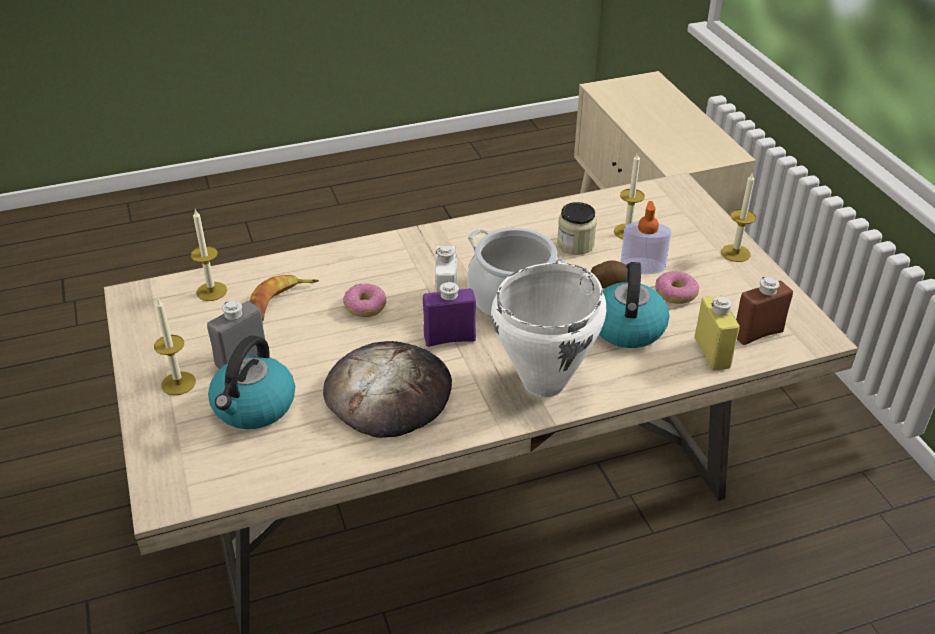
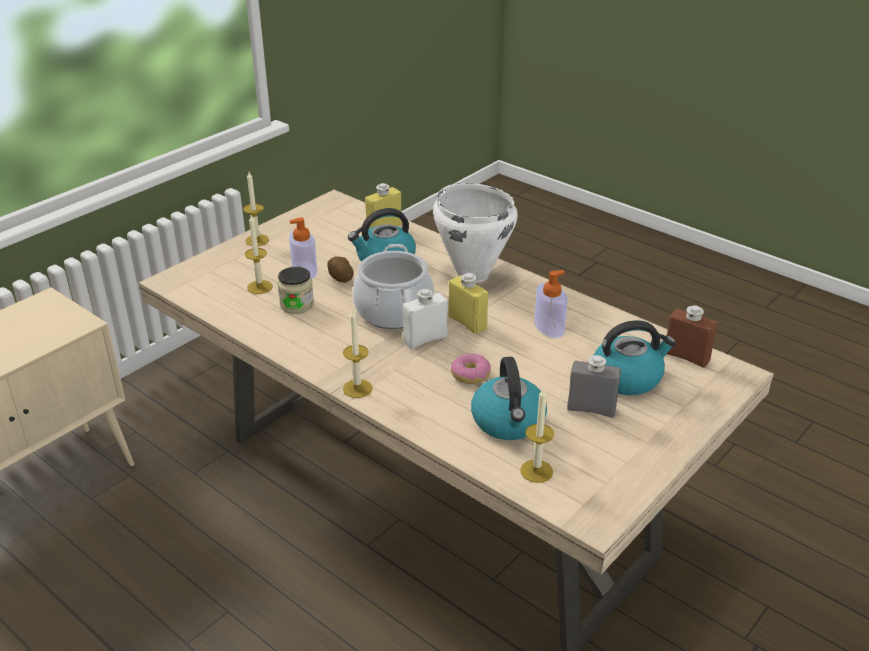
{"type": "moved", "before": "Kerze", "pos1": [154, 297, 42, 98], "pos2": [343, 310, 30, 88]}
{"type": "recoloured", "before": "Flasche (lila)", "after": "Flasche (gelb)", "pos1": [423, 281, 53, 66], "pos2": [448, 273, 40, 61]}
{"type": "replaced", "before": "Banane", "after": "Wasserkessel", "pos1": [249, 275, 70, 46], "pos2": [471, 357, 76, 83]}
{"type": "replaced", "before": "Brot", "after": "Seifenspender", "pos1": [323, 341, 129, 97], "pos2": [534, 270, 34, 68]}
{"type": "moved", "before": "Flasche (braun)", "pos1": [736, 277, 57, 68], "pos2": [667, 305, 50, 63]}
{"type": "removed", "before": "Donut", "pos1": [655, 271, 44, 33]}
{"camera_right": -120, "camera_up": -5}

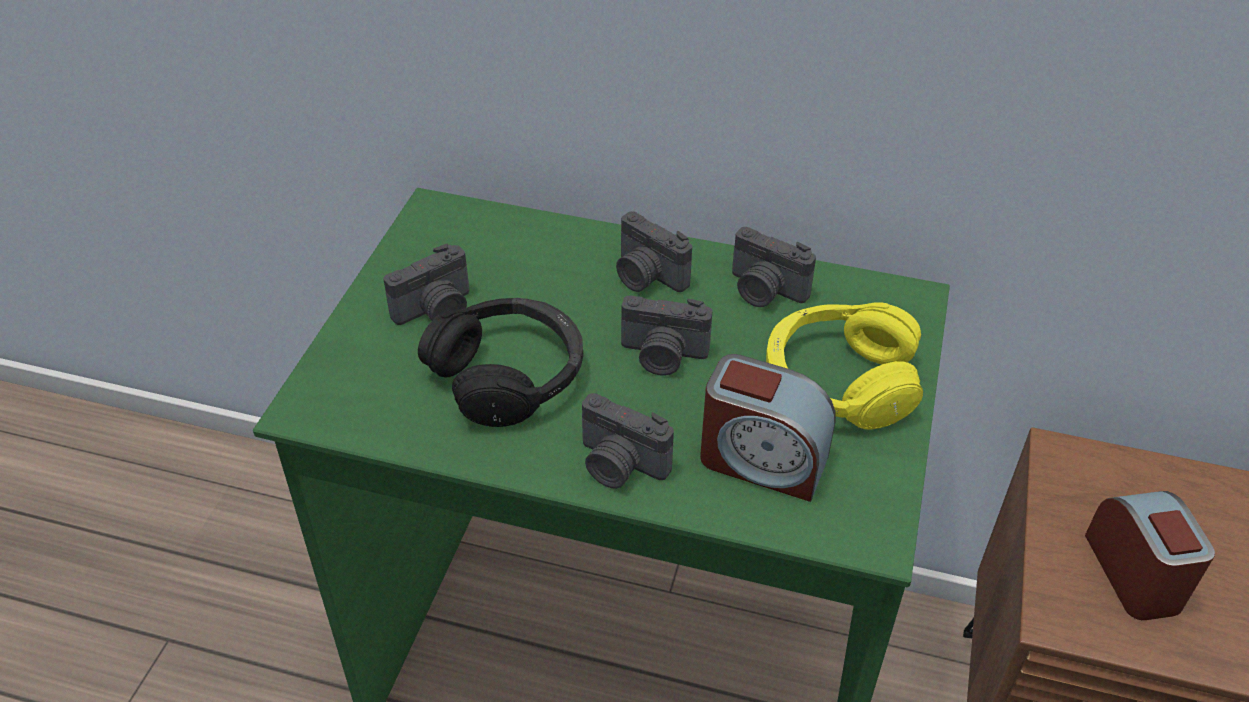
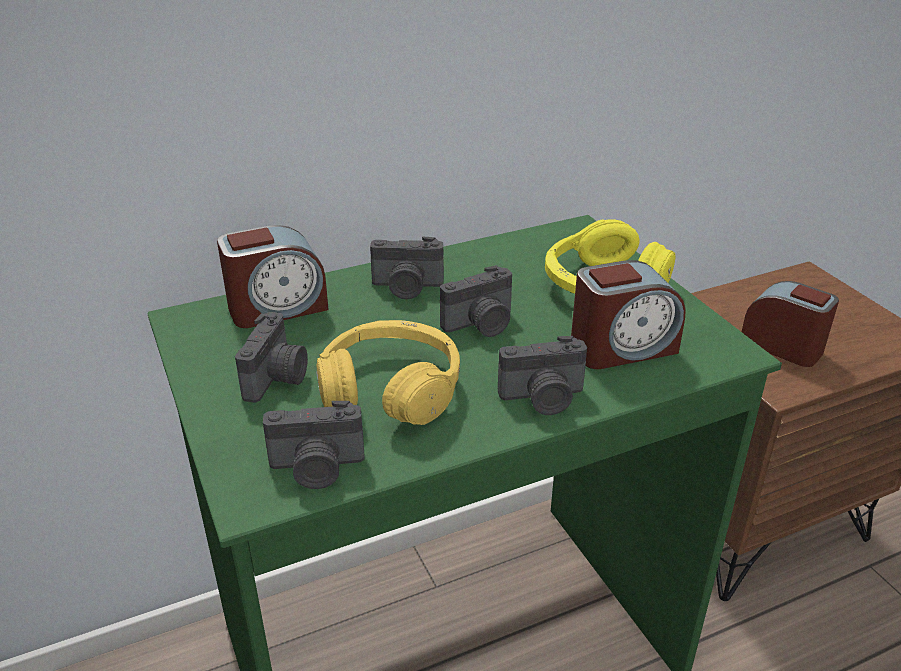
{"type": "added", "after": "Wecker", "pos2": [217, 225, 112, 103]}
{"type": "moved", "before": "Kamera", "pos1": [732, 227, 84, 80], "pos2": [263, 401, 102, 88]}
{"type": "recoloured", "before": "Kopfhörer (schwarz)", "after": "Kopfhörer (gelb)", "pos1": [418, 298, 165, 129], "pos2": [316, 320, 144, 105]}
{"camera_right": -40, "camera_up": -10}

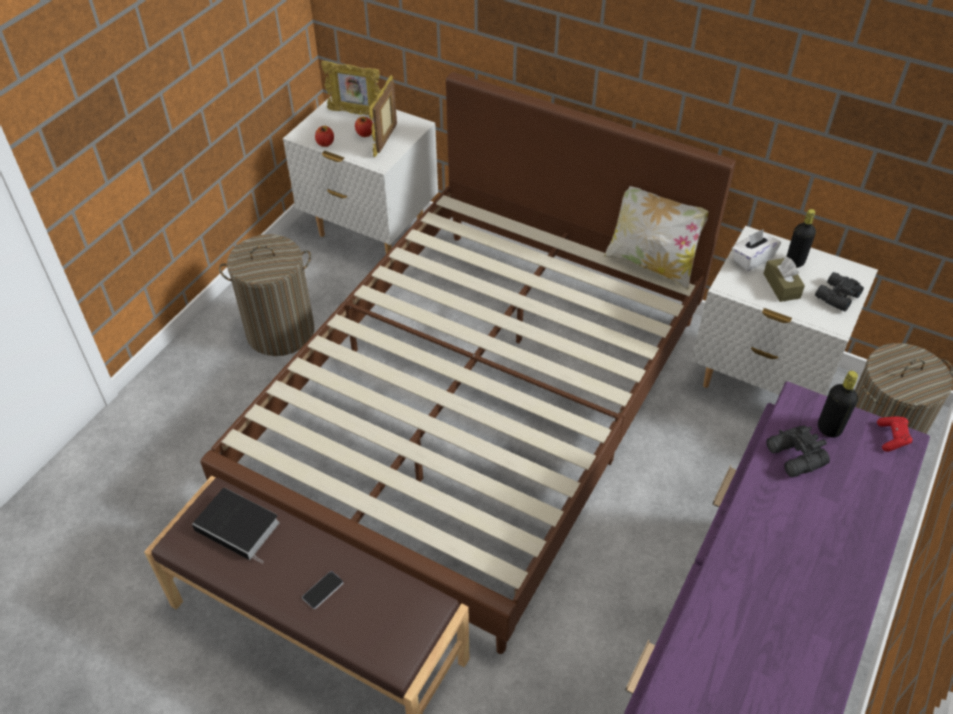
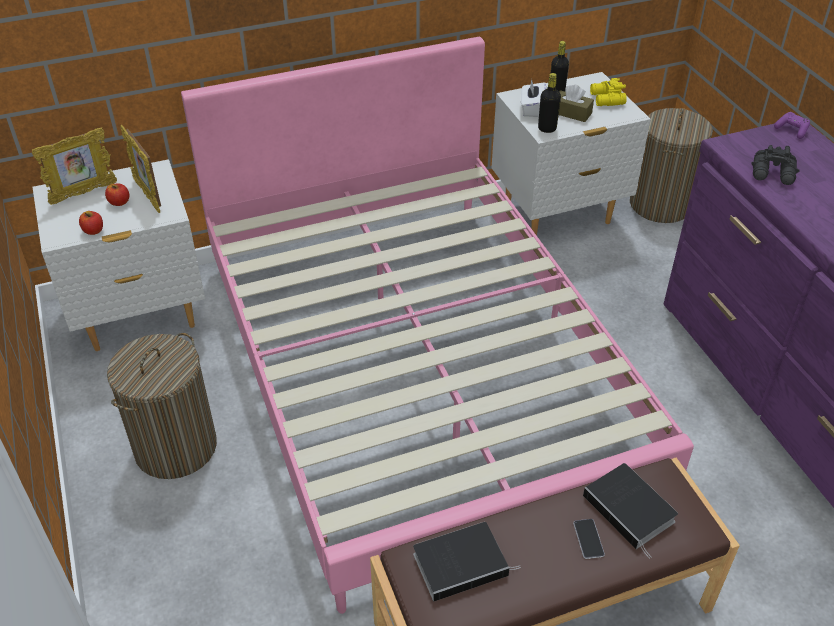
{"type": "recoloured", "before": "Bett (braun)", "after": "Bett (rosa)", "pos1": [200, 72, 536, 582], "pos2": [181, 37, 513, 577]}
{"type": "moved", "before": "Flasche (schwarz)", "pos1": [818, 371, 40, 66], "pos2": [538, 73, 23, 60]}
{"type": "added", "after": "Buch", "pos2": [583, 463, 95, 95]}
{"type": "recoloured", "before": "Fernglas (schwarz)", "after": "Fernglas (gelb)", "pos1": [815, 272, 49, 39], "pos2": [590, 78, 37, 28]}
{"type": "recoloured", "before": "Gamepad (rot)", "after": "Gamepad (lila)", "pos1": [877, 417, 36, 35], "pos2": [774, 112, 36, 27]}
{"type": "removed", "before": "Kissen", "pos1": [604, 186, 105, 104]}
{"camera_right": -50, "camera_up": -5}

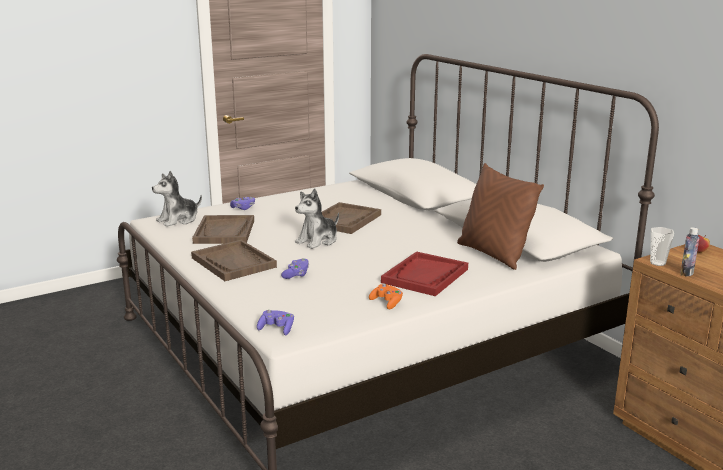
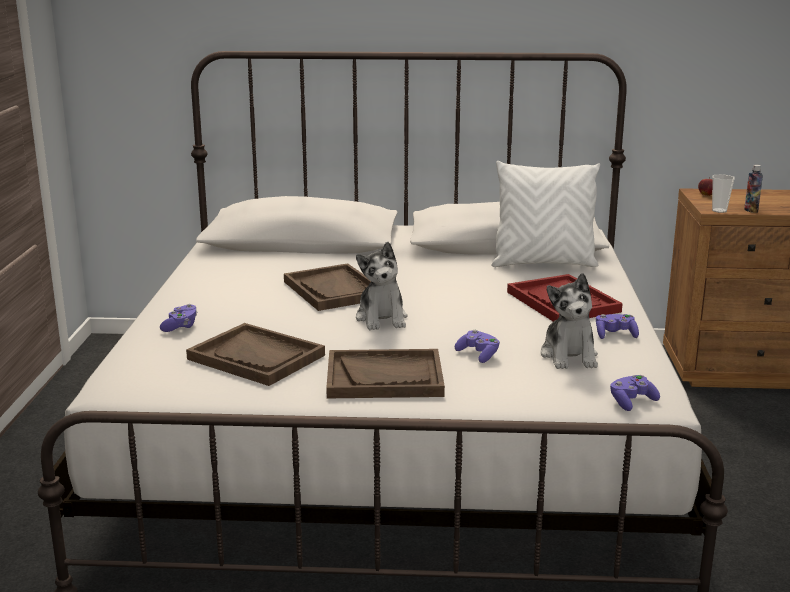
{"type": "recoloured", "before": "Kissen (braun)", "after": "Kissen (weiß)", "pos1": [457, 163, 87, 107], "pos2": [492, 161, 108, 106]}
{"type": "moved", "before": "Plüschtier", "pos1": [152, 171, 50, 56], "pos2": [541, 273, 57, 96]}
{"type": "recoloured", "before": "Gamepad (orange)", "after": "Gamepad (lila)", "pos1": [369, 284, 34, 25], "pos2": [596, 314, 43, 25]}
{"camera_right": -55, "camera_up": 0}

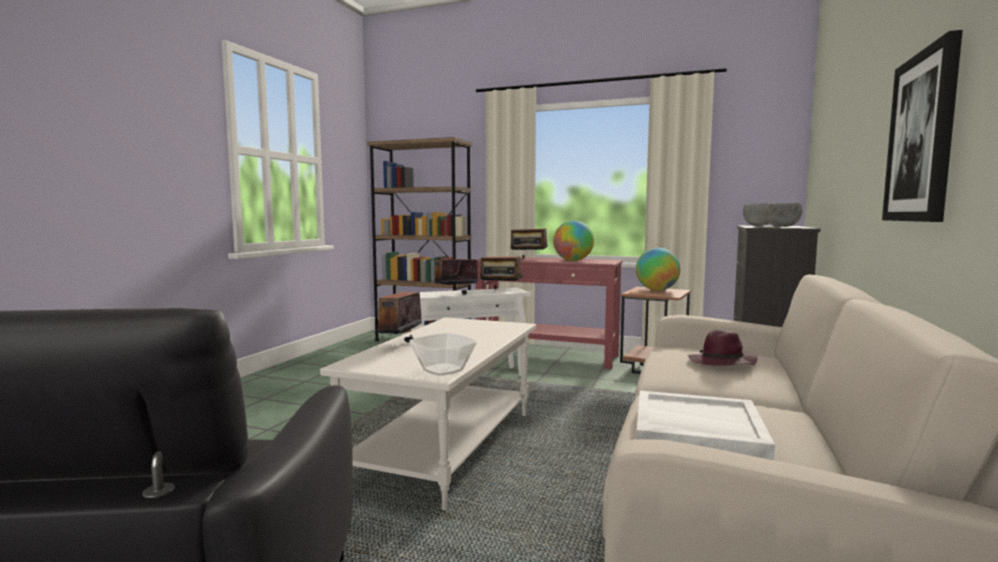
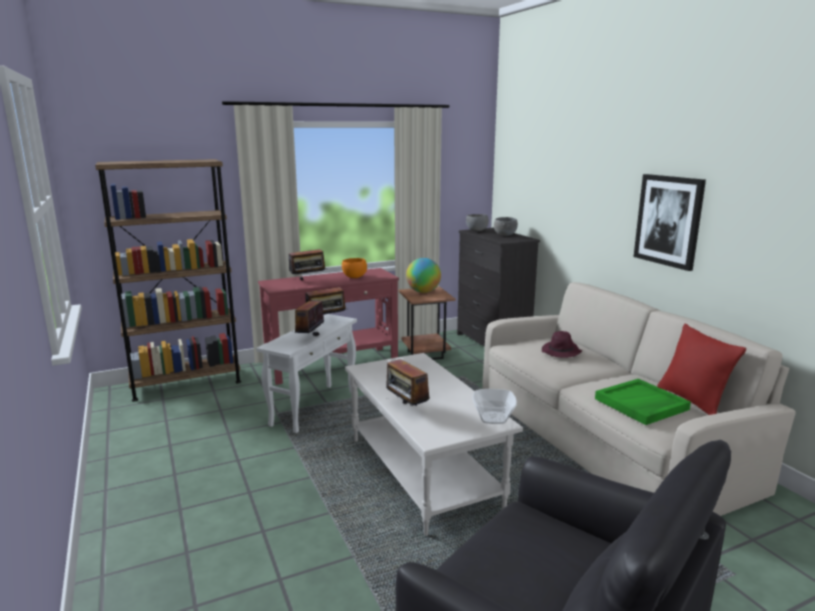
{"type": "replaced", "before": "Globus", "after": "Schüssel (orange)", "pos1": [553, 220, 41, 41], "pos2": [342, 258, 25, 20]}
{"type": "recoloured", "before": "Tablett (weiß)", "after": "Tablett (grün)", "pos1": [636, 391, 139, 69], "pos2": [595, 379, 96, 46]}
{"type": "added", "after": "Kissen (rot)", "pos2": [657, 324, 90, 91]}
{"camera_right": -45, "camera_up": 10}

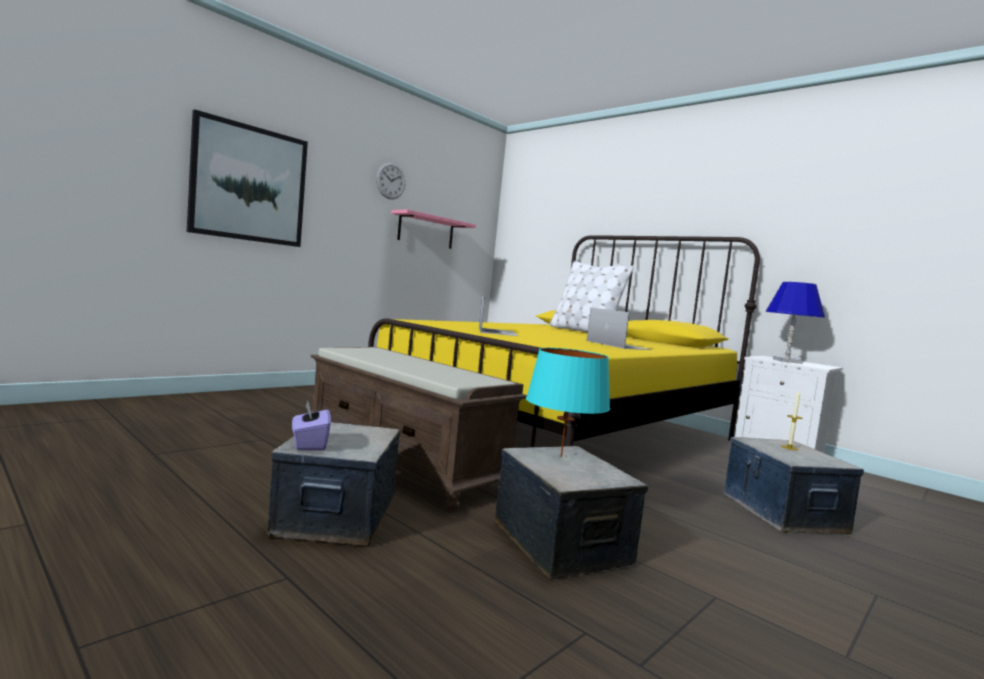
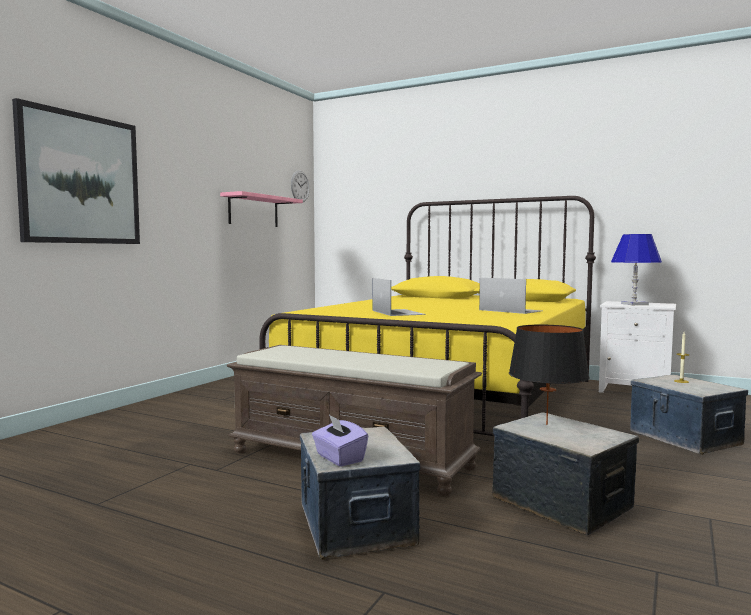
{"type": "moved", "before": "Wanduhr", "pos1": [376, 162, 29, 37], "pos2": [291, 170, 19, 32]}
{"type": "recoloured", "before": "Tischlampe (türkis)", "after": "Tischlampe (schwarz)", "pos1": [526, 348, 84, 109], "pos2": [509, 325, 80, 100]}
{"type": "removed", "before": "Kissen (weiß)", "pos1": [549, 261, 85, 71]}
{"camera_right": -15, "camera_up": 0}

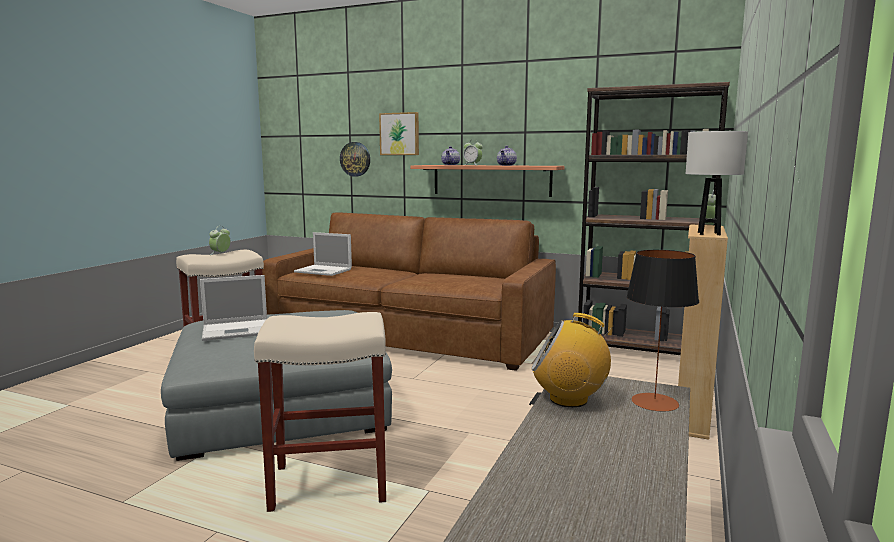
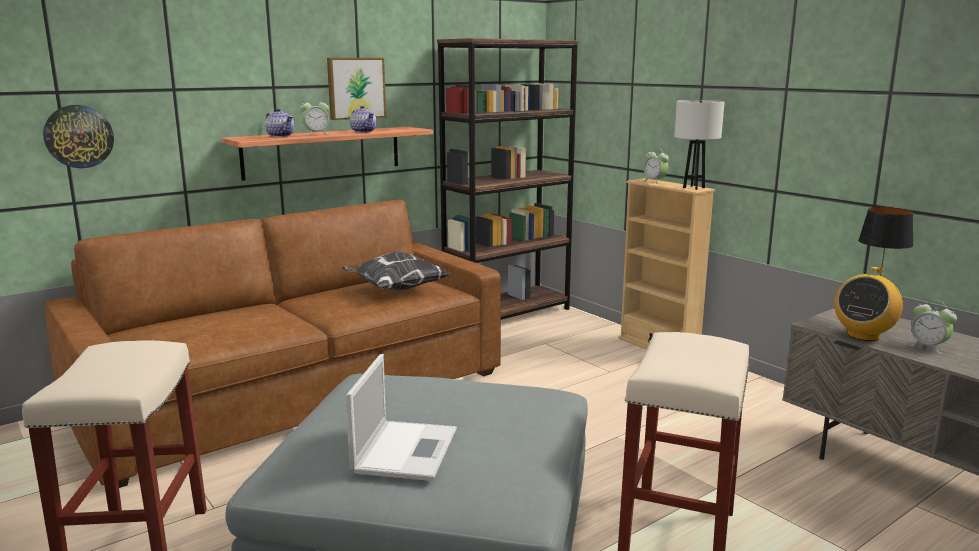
{"type": "moved", "before": "Bild", "pos1": [379, 112, 40, 43], "pos2": [327, 58, 59, 62]}
{"type": "added", "after": "Kissen", "pos2": [341, 252, 110, 39]}
{"type": "moved", "before": "Wecker", "pos1": [209, 226, 22, 29], "pos2": [907, 300, 50, 54]}
{"type": "removed", "before": "Laptop", "pos1": [294, 232, 58, 44]}
{"camera_right": -60, "camera_up": 5}

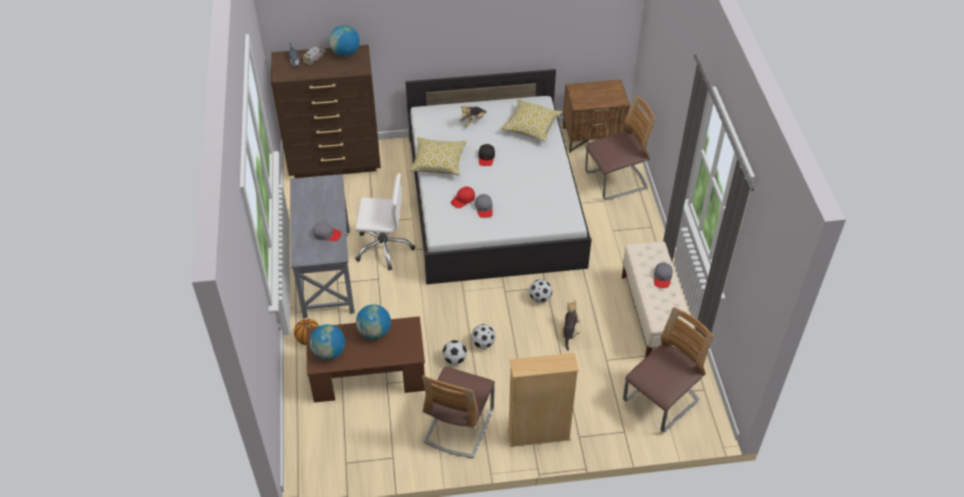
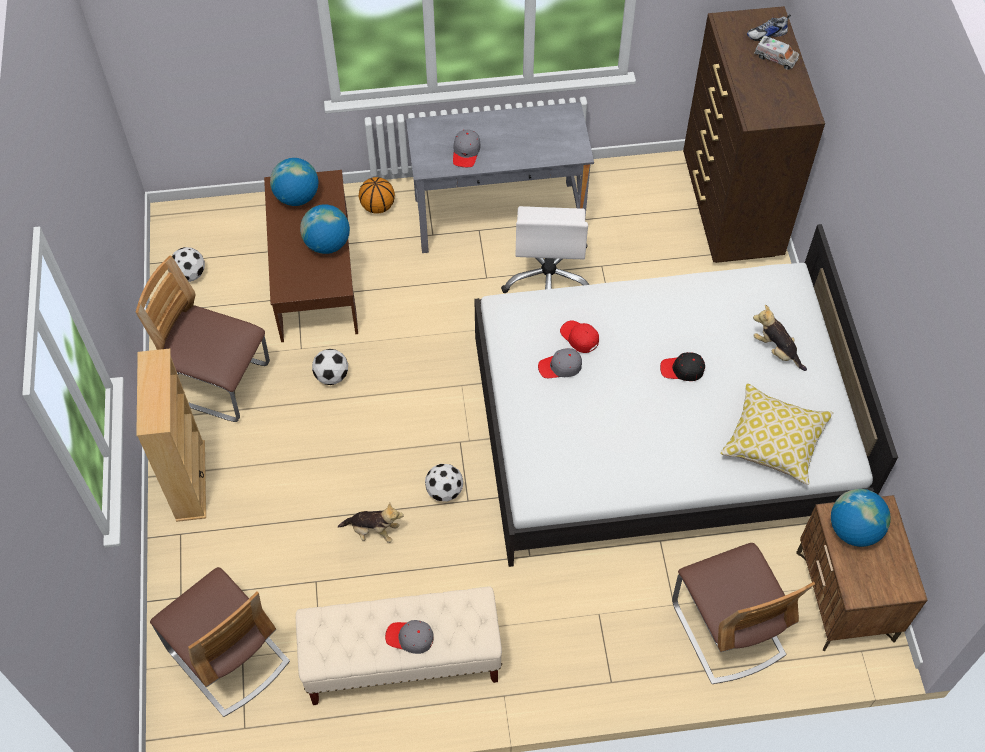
{"type": "moved", "before": "Fußball", "pos1": [471, 324, 24, 25], "pos2": [172, 247, 33, 35]}
{"type": "moved", "before": "Globus", "pos1": [329, 25, 31, 32], "pos2": [831, 489, 60, 58]}
{"type": "removed", "before": "Kissen", "pos1": [410, 137, 57, 38]}
{"camera_right": 90, "camera_up": 10}

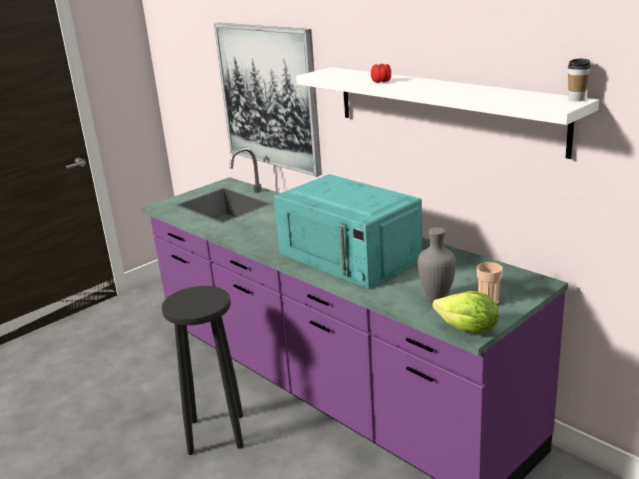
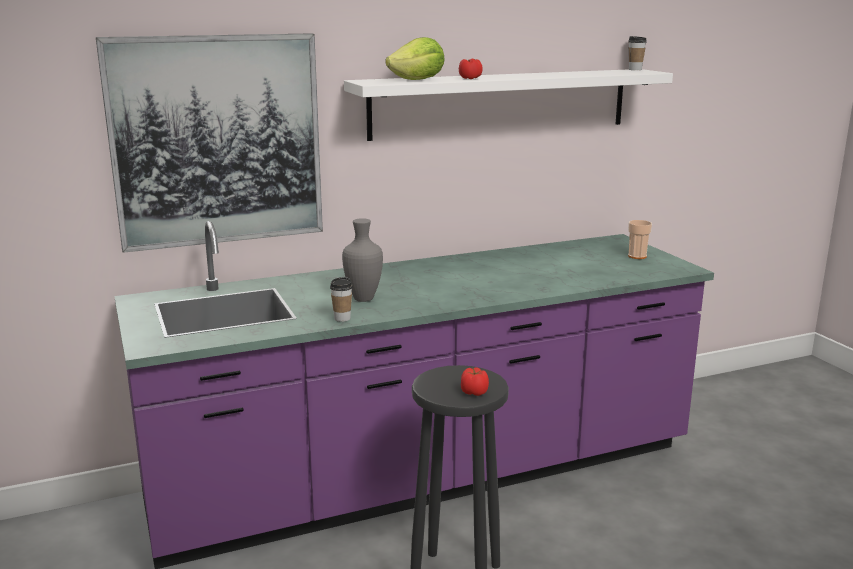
{"type": "added", "after": "Tasse", "pos2": [330, 277, 23, 45]}
{"type": "moved", "before": "Vase (grau)", "pos1": [418, 227, 38, 75], "pos2": [342, 218, 41, 84]}
{"type": "moved", "before": "Salatkopf", "pos1": [432, 291, 67, 42], "pos2": [385, 37, 60, 43]}
{"type": "added", "after": "Tomate", "pos2": [461, 367, 28, 29]}
{"type": "removed", "before": "Mikrowelle (türkis)", "pos1": [274, 174, 148, 115]}
{"camera_right": -70, "camera_up": -5}

